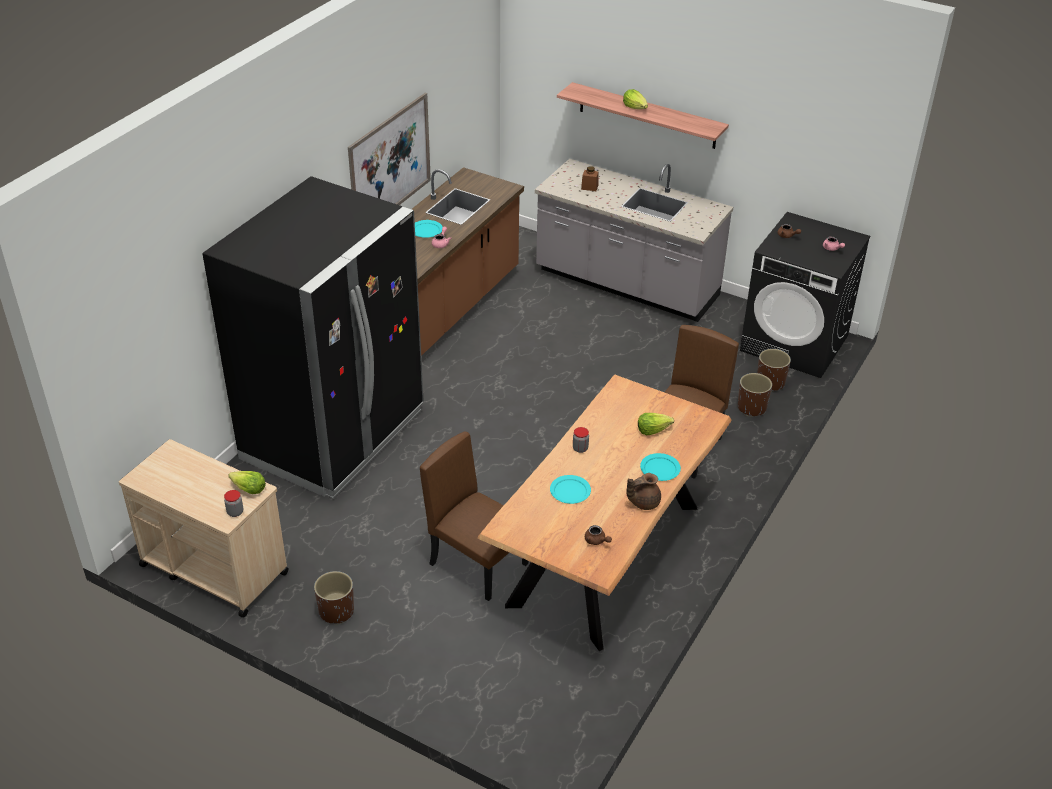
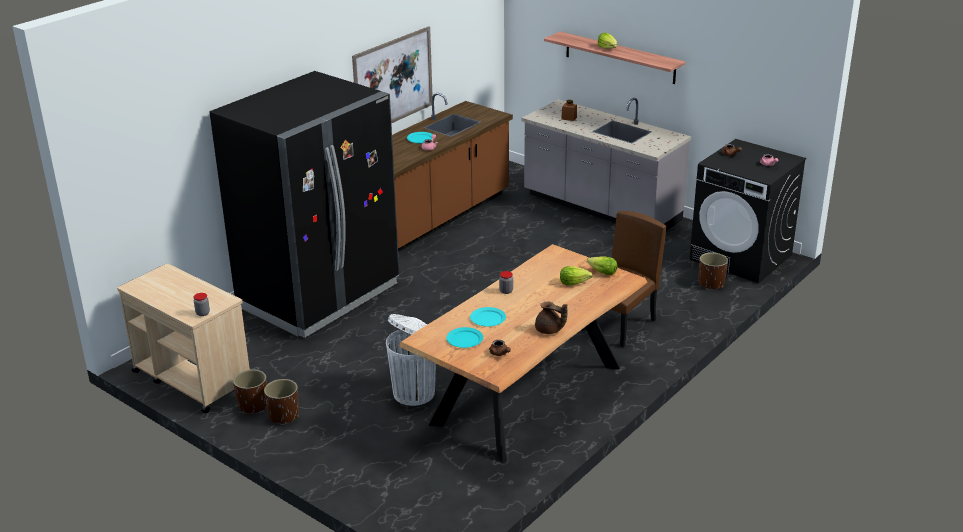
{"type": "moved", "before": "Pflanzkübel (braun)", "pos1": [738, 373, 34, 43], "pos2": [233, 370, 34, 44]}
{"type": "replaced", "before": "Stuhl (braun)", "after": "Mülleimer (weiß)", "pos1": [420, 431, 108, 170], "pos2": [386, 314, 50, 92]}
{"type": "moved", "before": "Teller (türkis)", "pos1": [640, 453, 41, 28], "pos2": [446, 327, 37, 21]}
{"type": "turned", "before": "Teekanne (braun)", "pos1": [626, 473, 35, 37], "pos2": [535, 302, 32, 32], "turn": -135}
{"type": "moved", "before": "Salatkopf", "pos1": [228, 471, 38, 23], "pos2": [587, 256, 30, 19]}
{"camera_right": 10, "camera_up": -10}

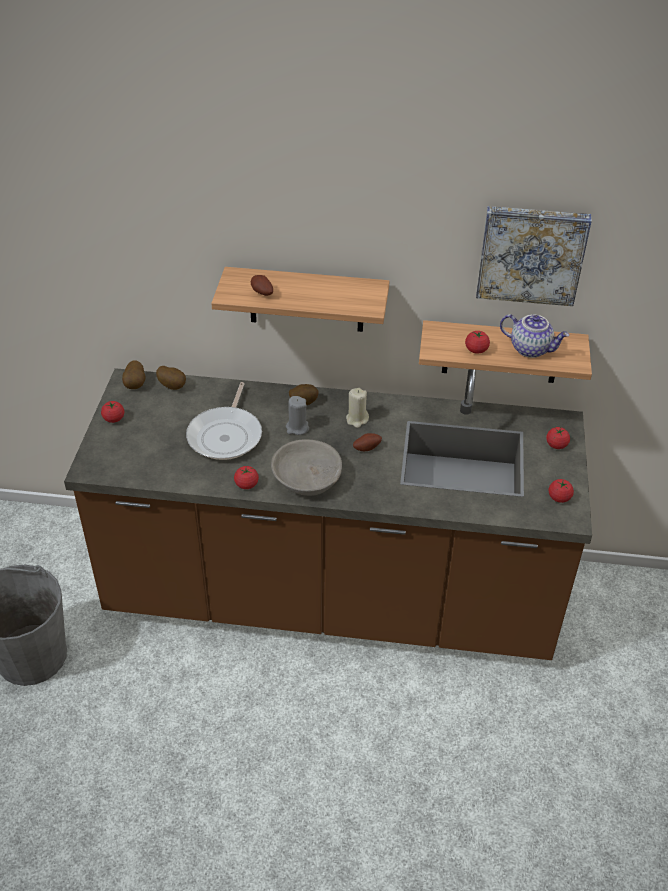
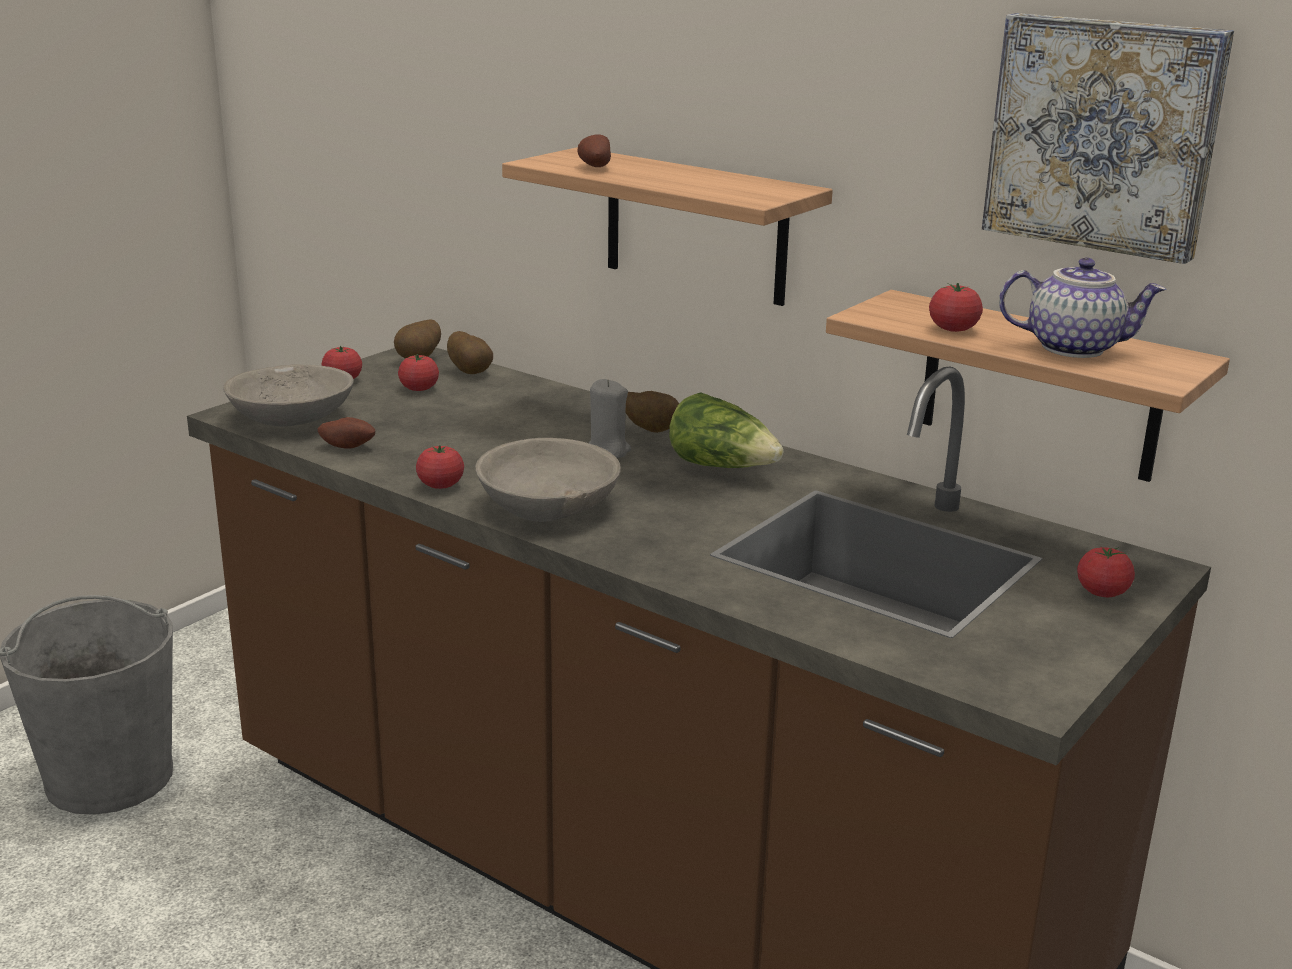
{"type": "added", "after": "Schüssel (grau)", "pos2": [223, 364, 131, 62]}
{"type": "moved", "before": "Kartoffel", "pos1": [353, 433, 29, 18], "pos2": [318, 417, 57, 32]}
{"type": "moved", "before": "Tomate", "pos1": [548, 479, 26, 24], "pos2": [398, 354, 41, 37]}
{"type": "replaced", "before": "Kerze (beige)", "after": "Salatkopf", "pos1": [346, 388, 23, 40], "pos2": [669, 392, 114, 76]}
{"type": "turned", "before": "Teekanne", "pos1": [500, 314, 69, 44], "pos2": [999, 258, 168, 100], "turn": -45}
{"type": "removed", "before": "Pfanne", "pos1": [186, 382, 76, 78]}
{"camera_right": 30, "camera_up": -20}

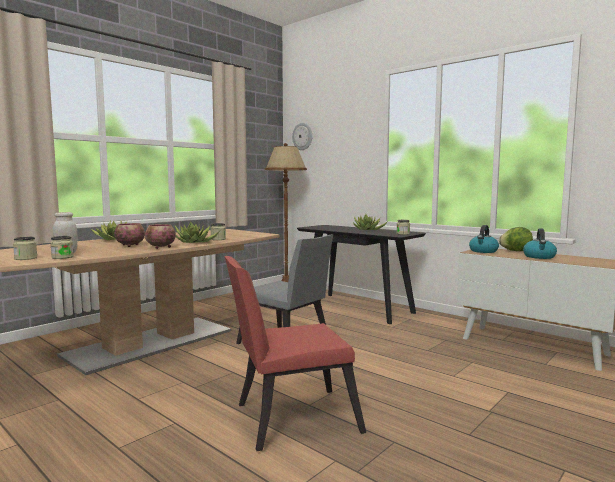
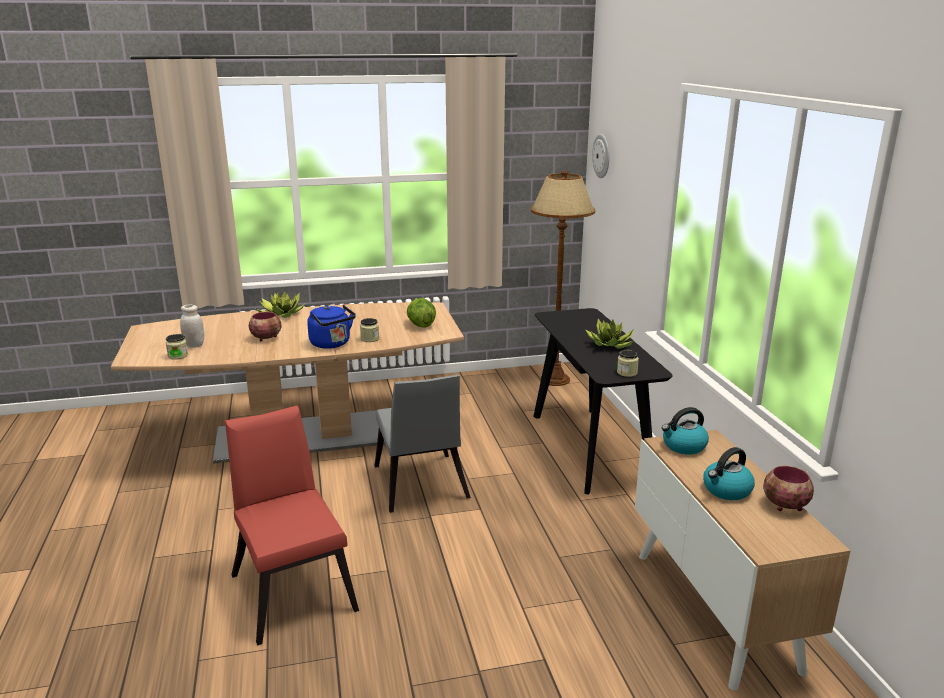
{"type": "turned", "before": "Stuhl (rot)", "pos1": [225, 256, 141, 195], "pos2": [225, 405, 134, 240], "turn": 45}
{"type": "replaced", "before": "Topfpflanze", "after": "Wasserkessel (blau)", "pos1": [175, 222, 45, 21], "pos2": [307, 305, 49, 44]}
{"type": "moved", "before": "Salatkopf", "pos1": [499, 227, 34, 24], "pos2": [407, 298, 29, 30]}
{"type": "moved", "before": "Schüssel", "pos1": [145, 224, 31, 25], "pos2": [763, 465, 51, 46]}
{"type": "removed", "before": "Vorratsglas", "pos1": [13, 237, 24, 23]}
{"camera_right": 35, "camera_up": 15}

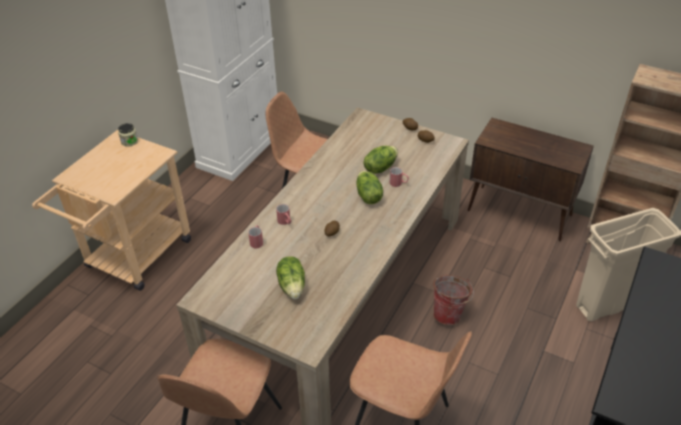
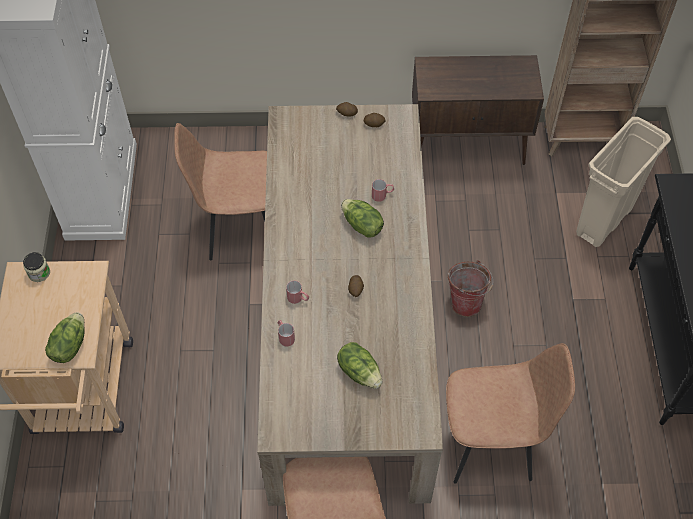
{"type": "moved", "before": "Salatkopf", "pos1": [364, 146, 34, 28], "pos2": [45, 312, 40, 51]}
{"camera_right": -30, "camera_up": 15}

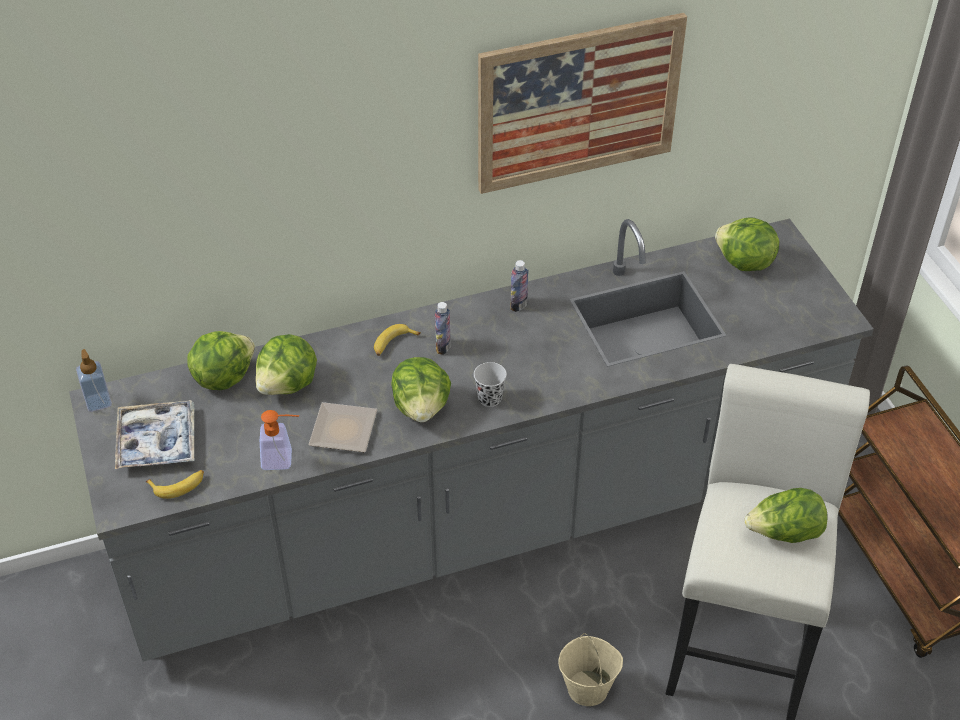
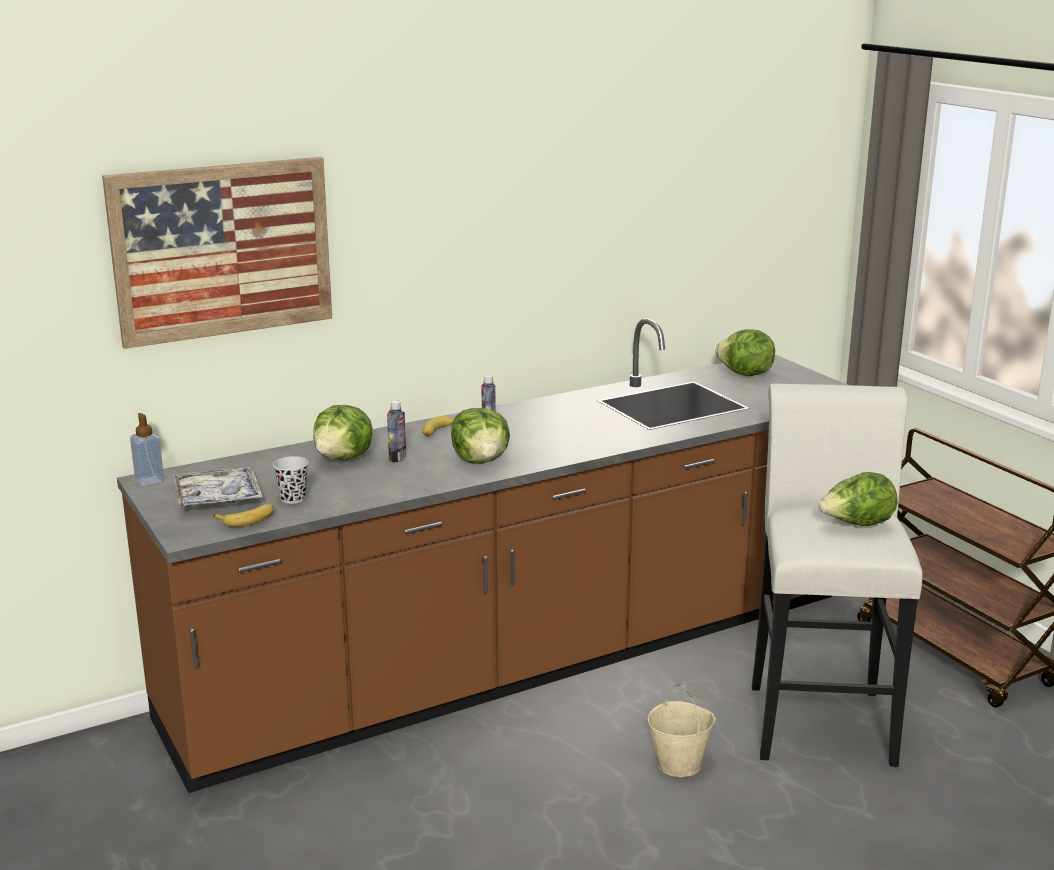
{"type": "moved", "before": "Bild", "pos1": [478, 13, 209, 181], "pos2": [102, 157, 230, 192]}
{"type": "recoloured", "before": "Küchenzeile (grau)", "after": "Küchenzeile (braun)", "pos1": [69, 219, 805, 443], "pos2": [117, 318, 730, 475]}
{"type": "moved", "before": "Tasse (schwarz)", "pos1": [474, 362, 33, 45], "pos2": [273, 456, 35, 48]}
{"type": "moved", "before": "Flasche", "pos1": [510, 260, 19, 52], "pos2": [387, 400, 19, 63]}
{"type": "removed", "before": "Salatkopf", "pos1": [187, 331, 68, 59]}
{"type": "removed", "before": "Seifenspender", "pos1": [260, 410, 39, 60]}
{"type": "removed", "before": "Teller", "pos1": [308, 402, 69, 50]}
{"camera_right": -10, "camera_up": -25}

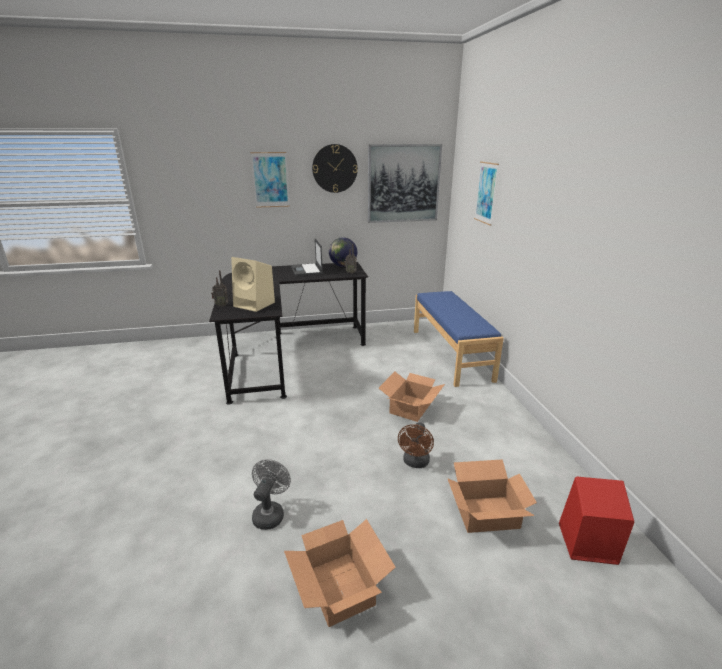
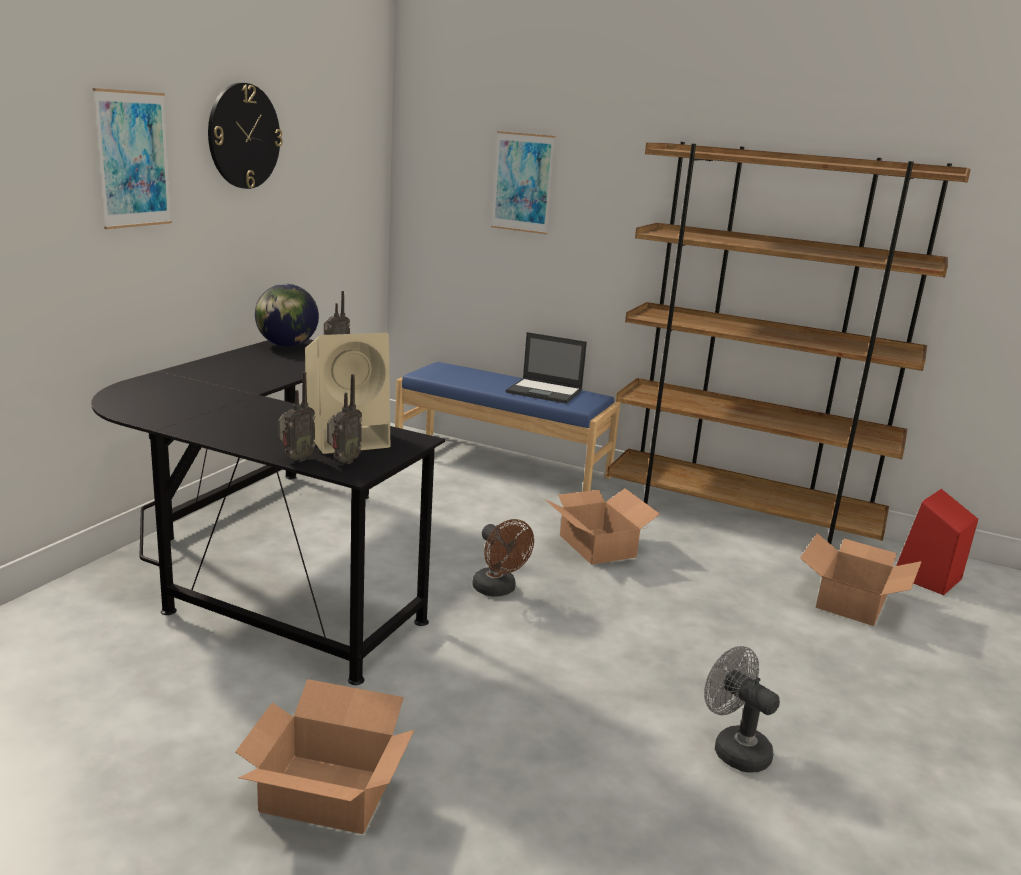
{"type": "moved", "before": "Karton", "pos1": [284, 519, 112, 108], "pos2": [235, 679, 179, 155]}
{"type": "added", "after": "Radio", "pos2": [327, 374, 35, 90]}
{"type": "moved", "before": "Ventilator (braun)", "pos1": [398, 422, 36, 46], "pos2": [472, 519, 62, 78]}
{"type": "moved", "before": "Laptop", "pos1": [291, 238, 32, 38], "pos2": [506, 332, 81, 72]}
{"type": "added", "after": "Bücherregal (braun)", "pos2": [607, 142, 364, 402]}
{"type": "removed", "before": "Bild", "pos1": [368, 144, 74, 79]}
{"camera_right": -55, "camera_up": -5}

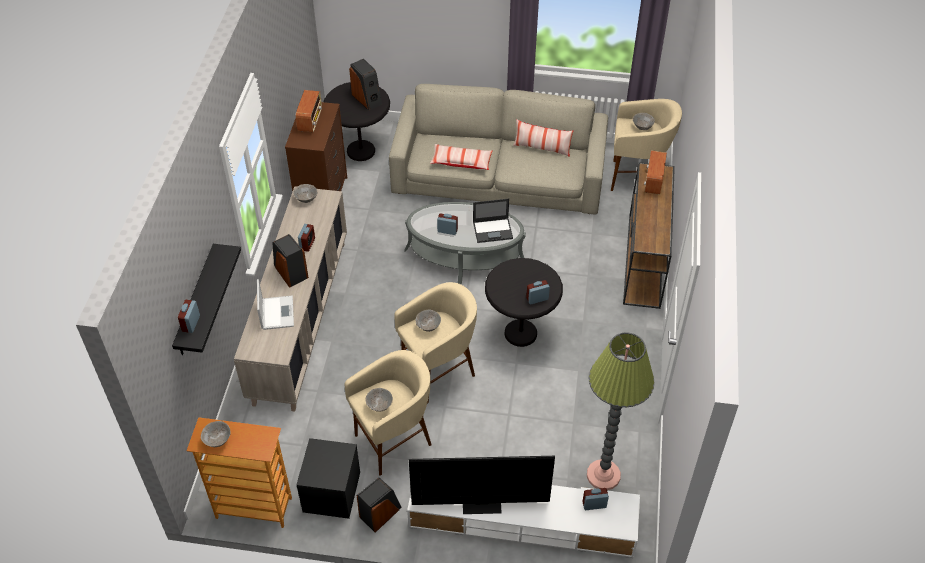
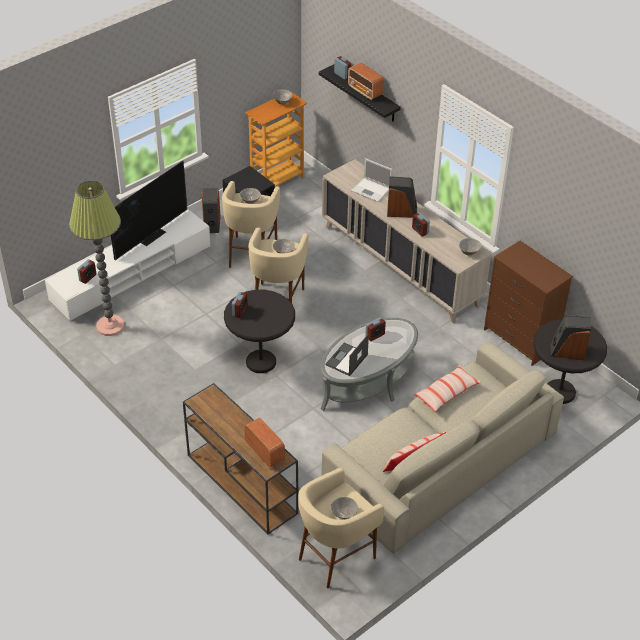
{"type": "moved", "before": "Radio", "pos1": [296, 90, 26, 42], "pos2": [348, 63, 36, 37]}
{"camera_right": 130, "camera_up": -5}

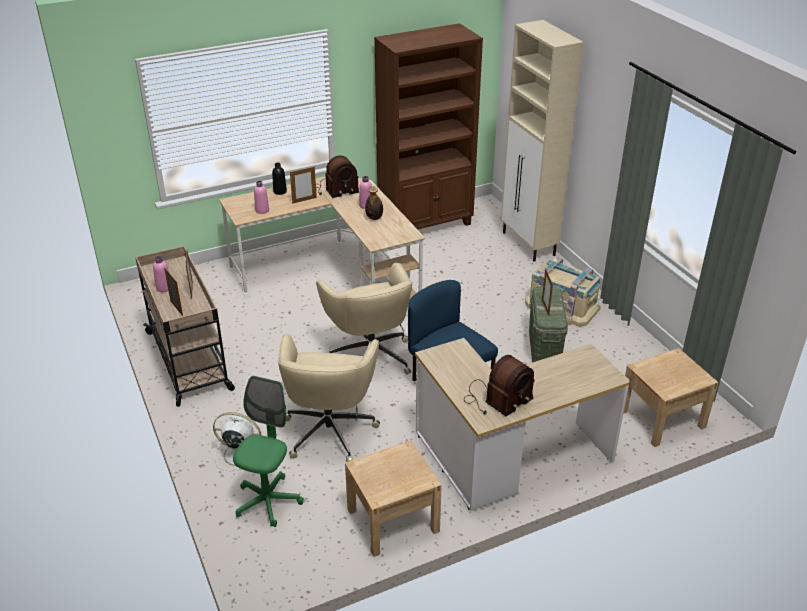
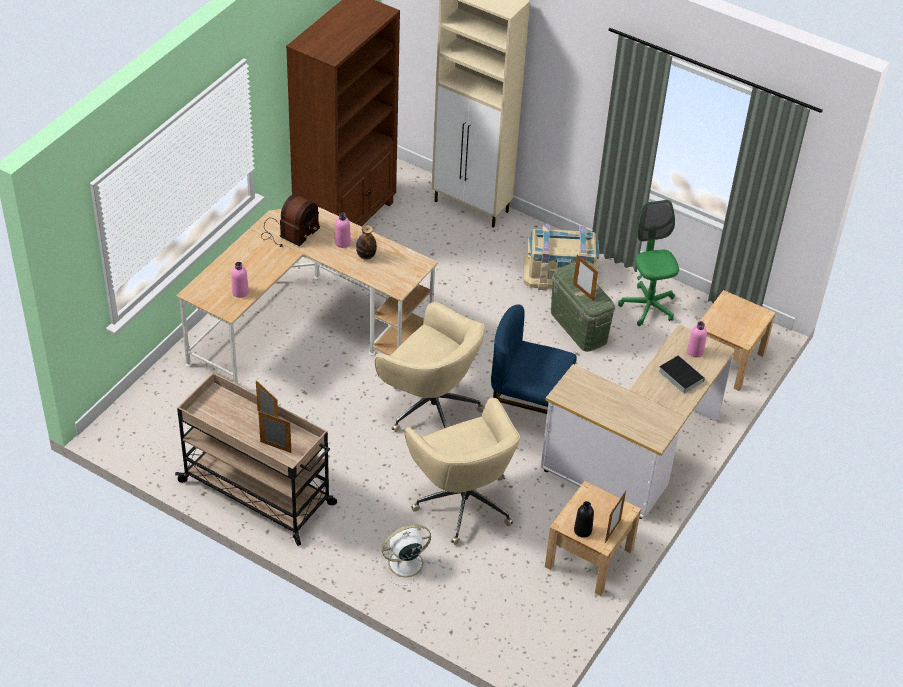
{"type": "moved", "before": "Flasche (schwarz)", "pos1": [272, 163, 15, 32], "pos2": [574, 501, 20, 37]}
{"type": "moved", "before": "Bilderrahmen", "pos1": [290, 166, 27, 38], "pos2": [605, 490, 21, 53]}
{"type": "moved", "before": "Bürostuhl (grün)", "pos1": [233, 376, 71, 151], "pos2": [618, 200, 61, 126]}
{"type": "added", "after": "Buch", "pos2": [659, 355, 46, 39]}
{"type": "moved", "before": "Flasche (rosa)", "pos1": [153, 256, 16, 36], "pos2": [687, 321, 20, 36]}
{"type": "removed", "before": "Radio", "pos1": [464, 355, 71, 61]}
{"camera_right": -35, "camera_up": 10}

